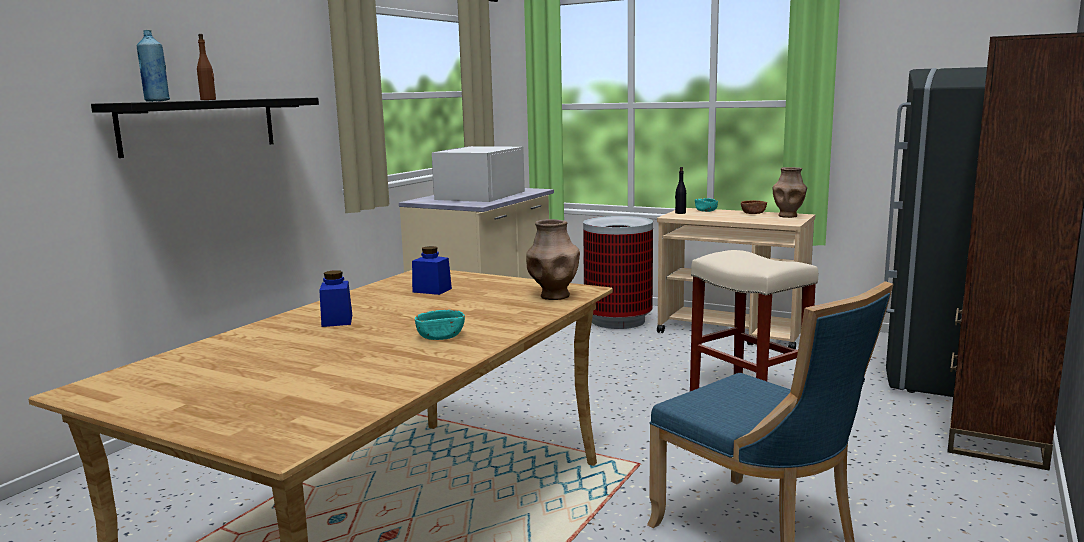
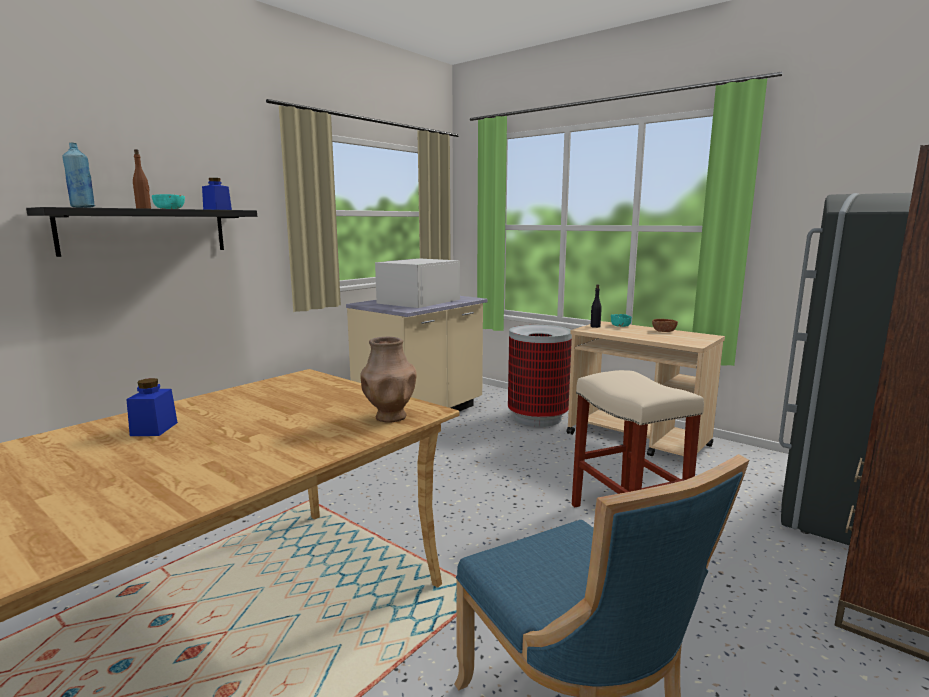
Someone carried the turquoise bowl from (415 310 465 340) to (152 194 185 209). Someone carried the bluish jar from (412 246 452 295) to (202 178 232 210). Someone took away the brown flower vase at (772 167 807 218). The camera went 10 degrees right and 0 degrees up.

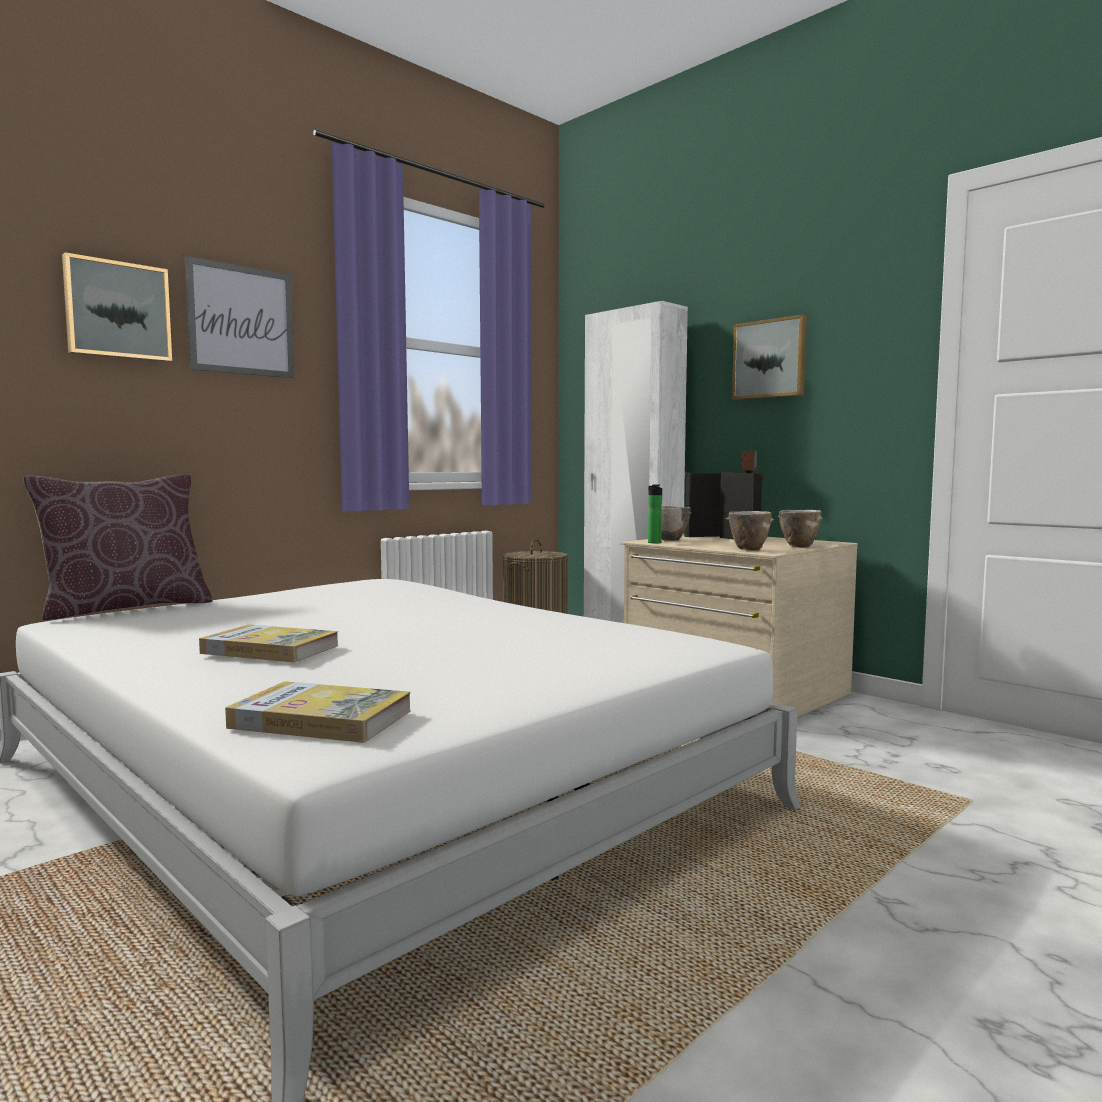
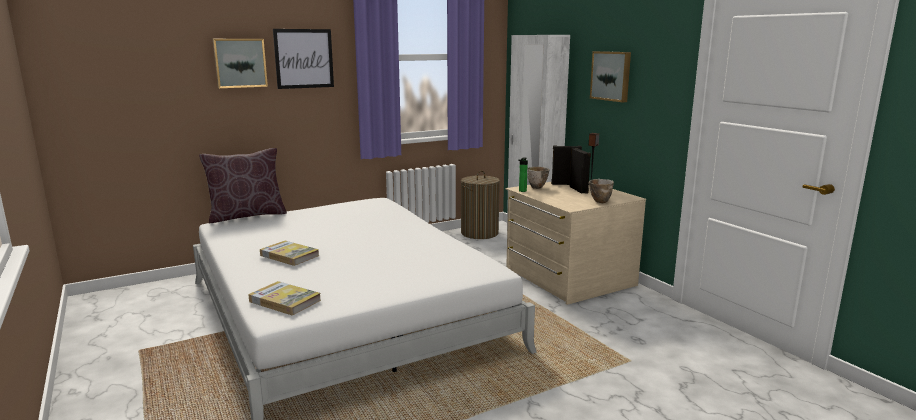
Someone took away the bowl at (726 511 774 550). The camera went 15 degrees right and 10 degrees up.

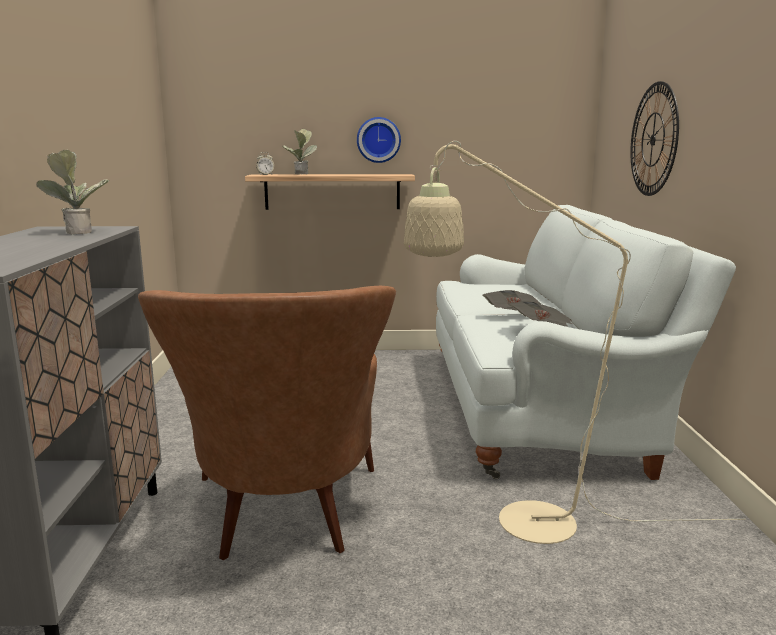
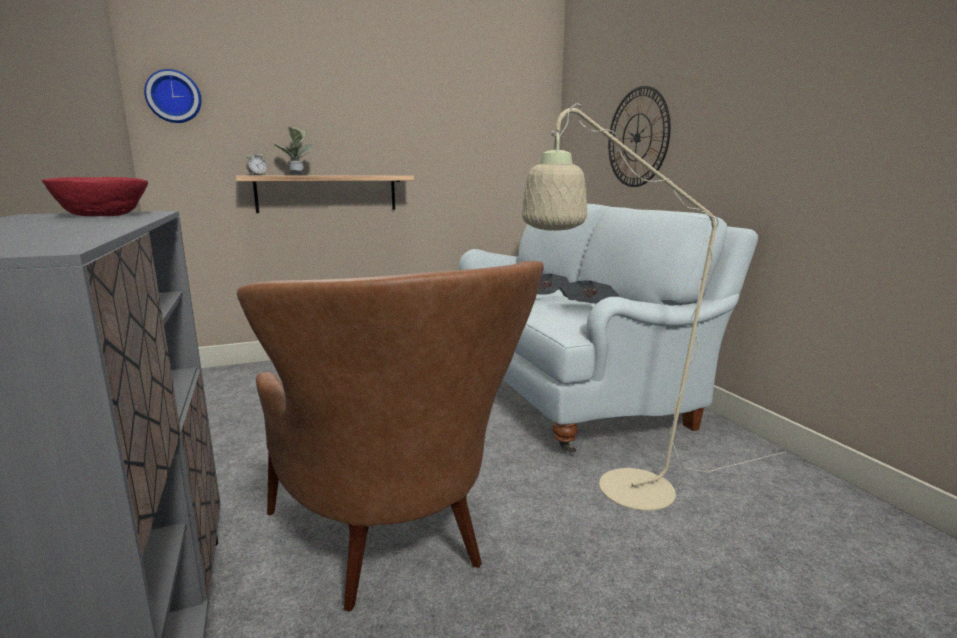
Someone swapped the plant in a pot at (36 150 110 235) for the red bowl at (42 177 148 216). Someone carried the clock on the wall from (357 117 401 163) to (144 69 202 123). The camera went 20 degrees left and 0 degrees up.

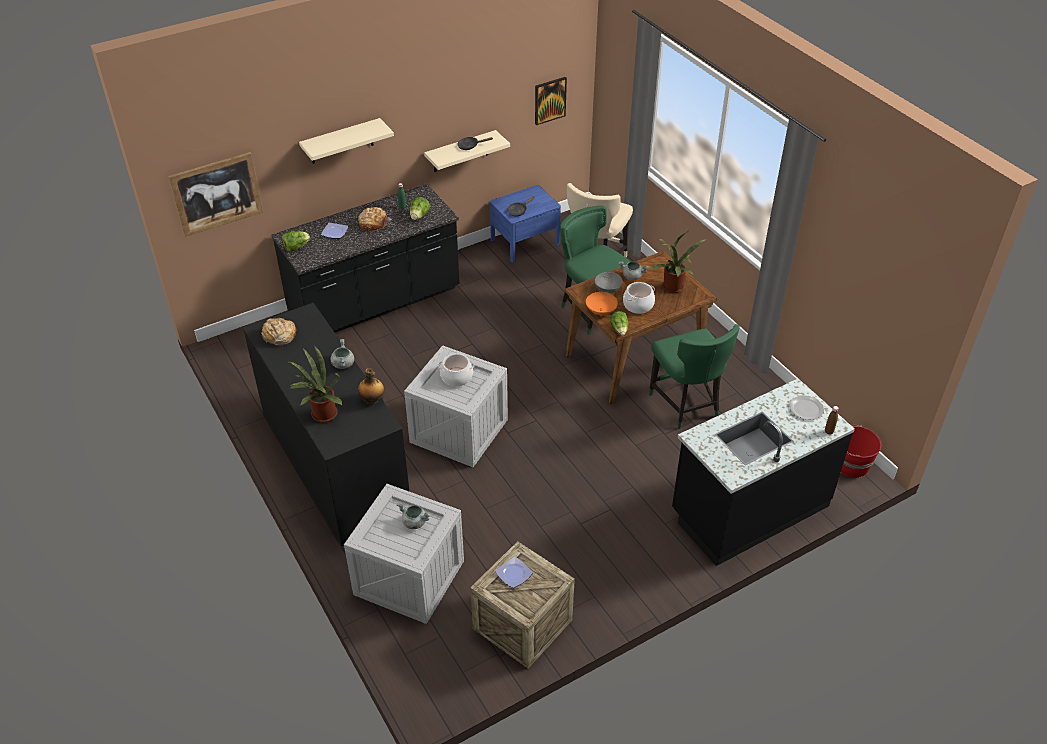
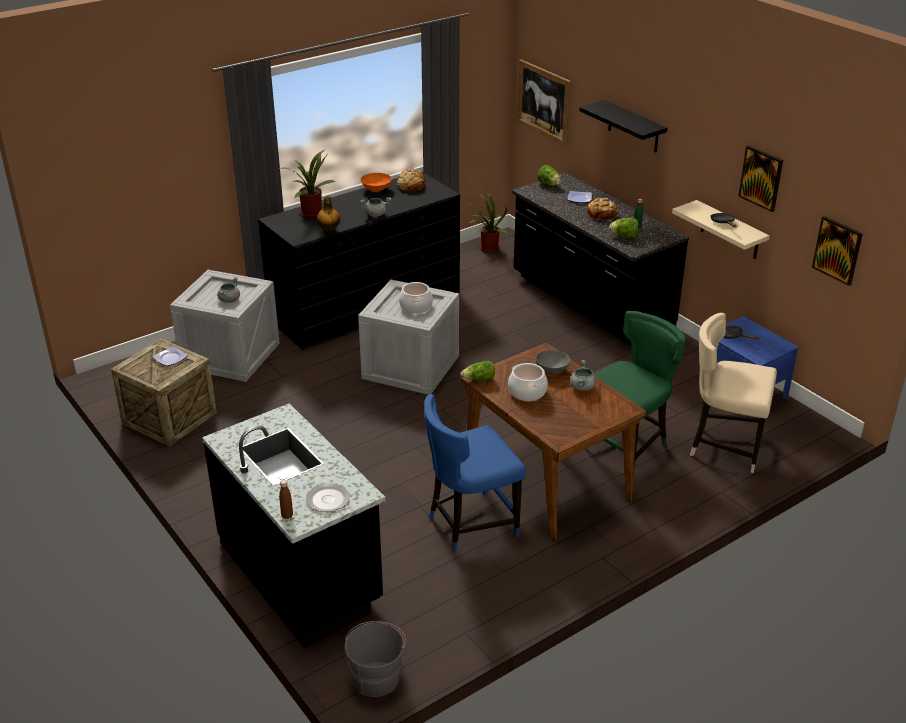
Someone repainted the red water bucket at (841 425 881 478), which became the gray water bucket at (345 621 406 697). Someone carried the orangey bowl from (586 292 618 315) to (361 173 392 192). Someone repainted the greenish chair at (649 324 740 429), which became the bluish chair at (424 394 526 552). Someone carried the plant in a pot from (649 231 707 293) to (467 192 508 252). Someone repainted the beige wall shelf at (299 118 394 164), which became the black-coloured wall shelf at (579 100 667 152). Someone put up the wall picture at (738 145 783 212). The camera went 85 degrees right and 10 degrees down.

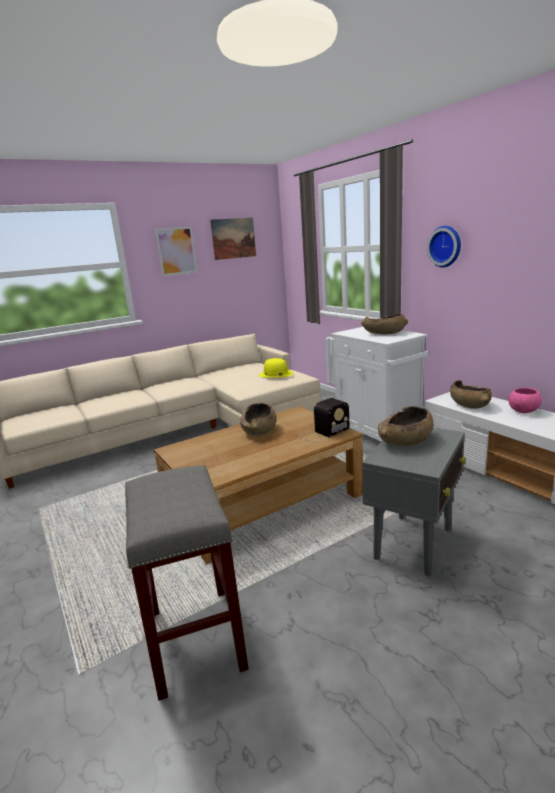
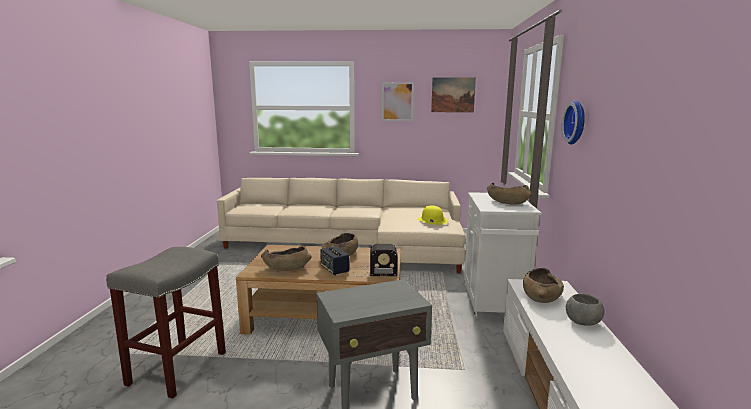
Someone carried the brown bowl from (378 406 434 446) to (261 246 312 271). Someone put down the speaker at (320 246 349 275). Someone repainted the pink bowl at (509 388 542 413), which became the gray bowl at (566 294 604 326). The camera went 35 degrees right and 5 degrees down.

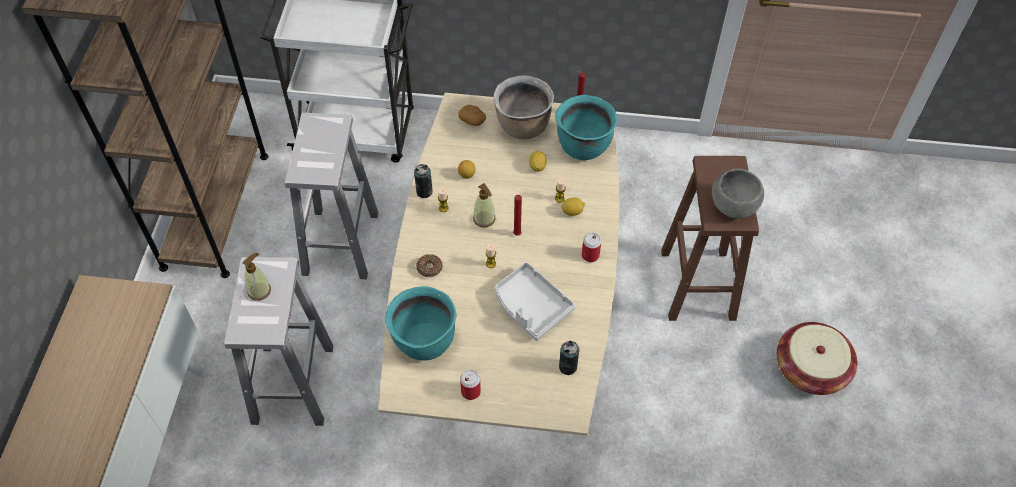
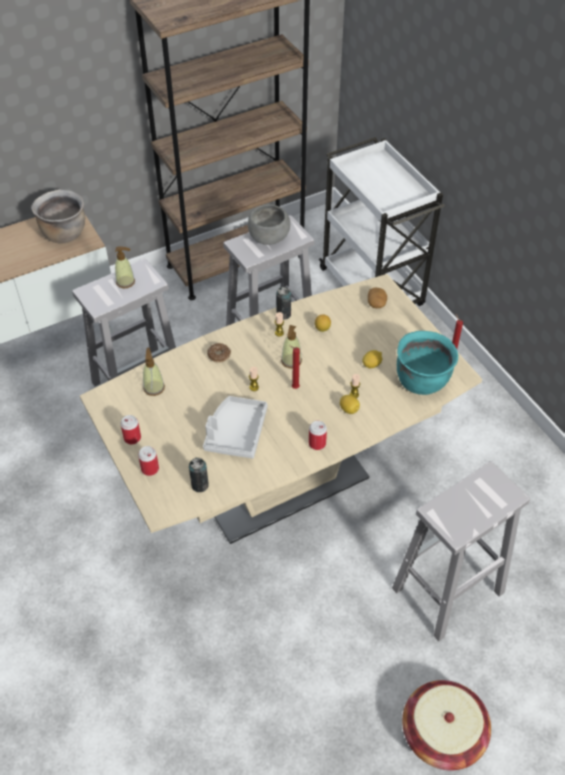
Someone carried the brown saucepot from (494 75 554 139) to (31 190 85 244). Someone put down the can at (138 446 159 476). Someone swapped the turquoise saucepot at (385 286 457 361) for the liquid soap bottle at (143 347 165 396). Someone carried the gray bowl from (712 169 764 219) to (248 204 290 245). Someone repainted the brown sitting stool at (661 156 759 321), which became the white-coloured sitting stool at (392 461 530 641). The camera went 55 degrees right and 5 degrees down.

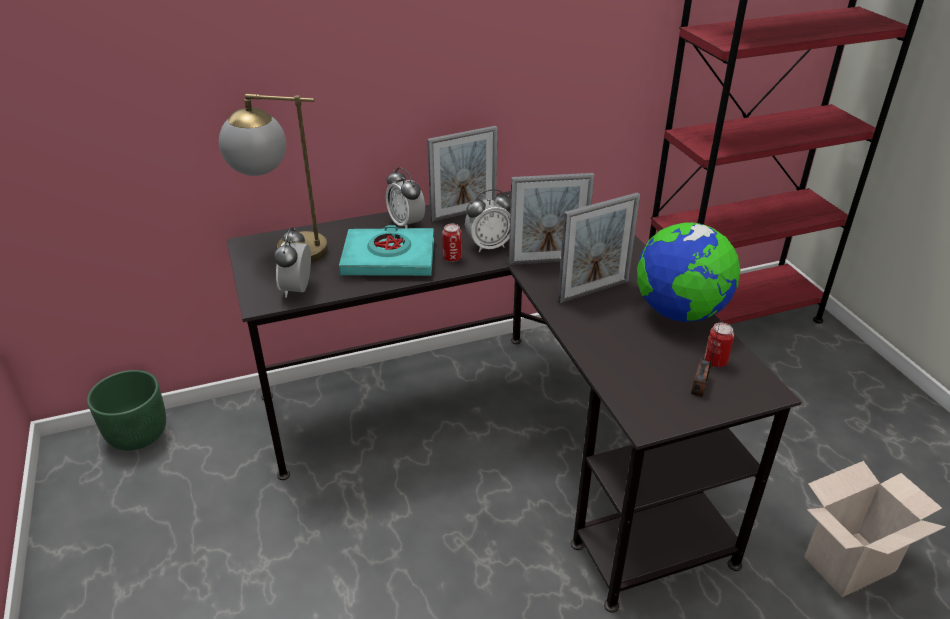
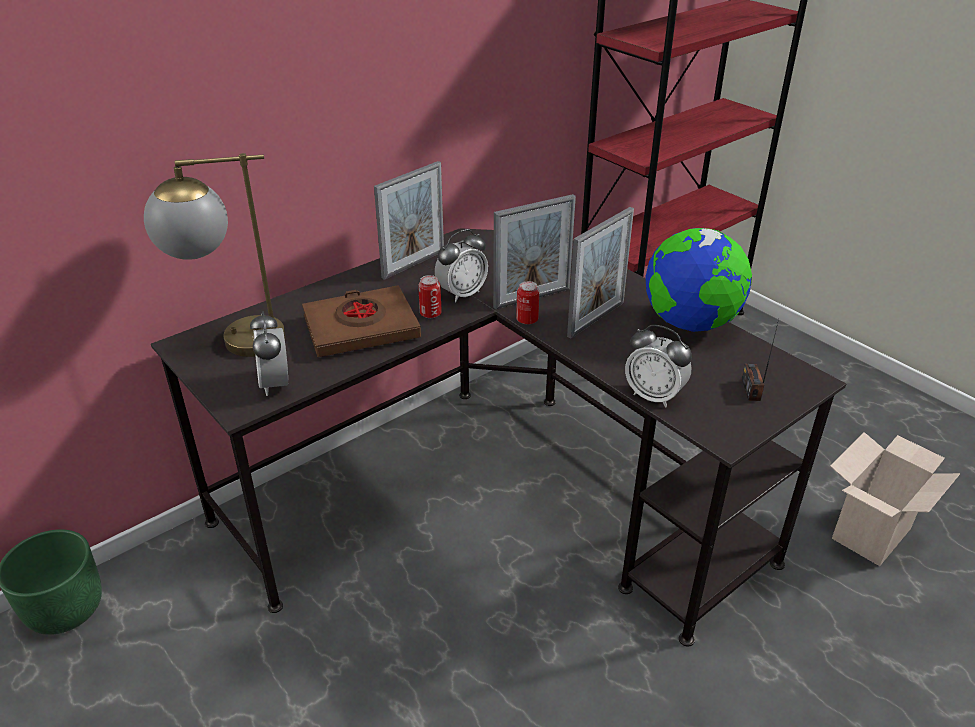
Someone repainted the turquoise book at (339 225 434 276), which became the brown book at (302 285 421 357). Someone carried the can from (704 322 734 367) to (516 281 539 325). Someone carried the bedside clock from (386 167 425 228) to (625 325 692 408). The camera went 20 degrees left and 0 degrees up.

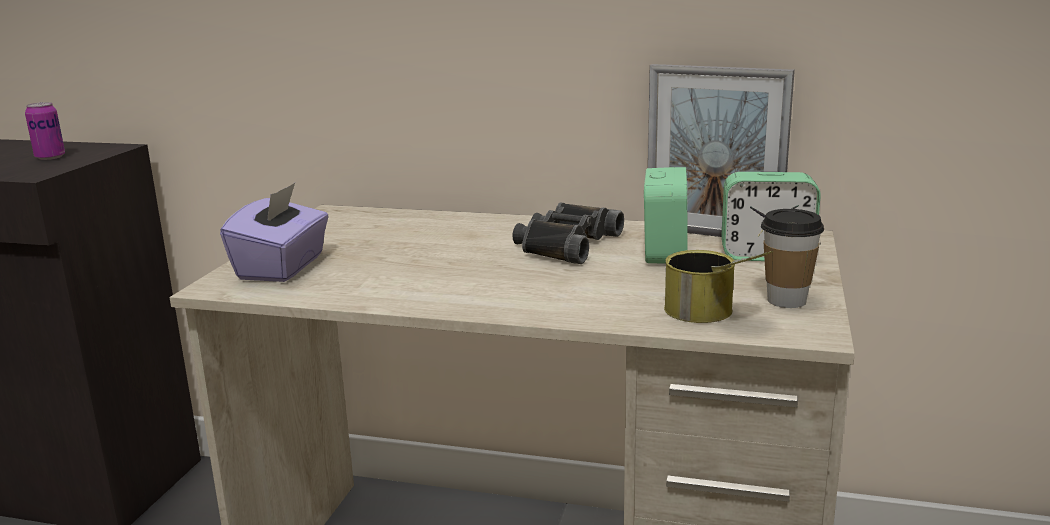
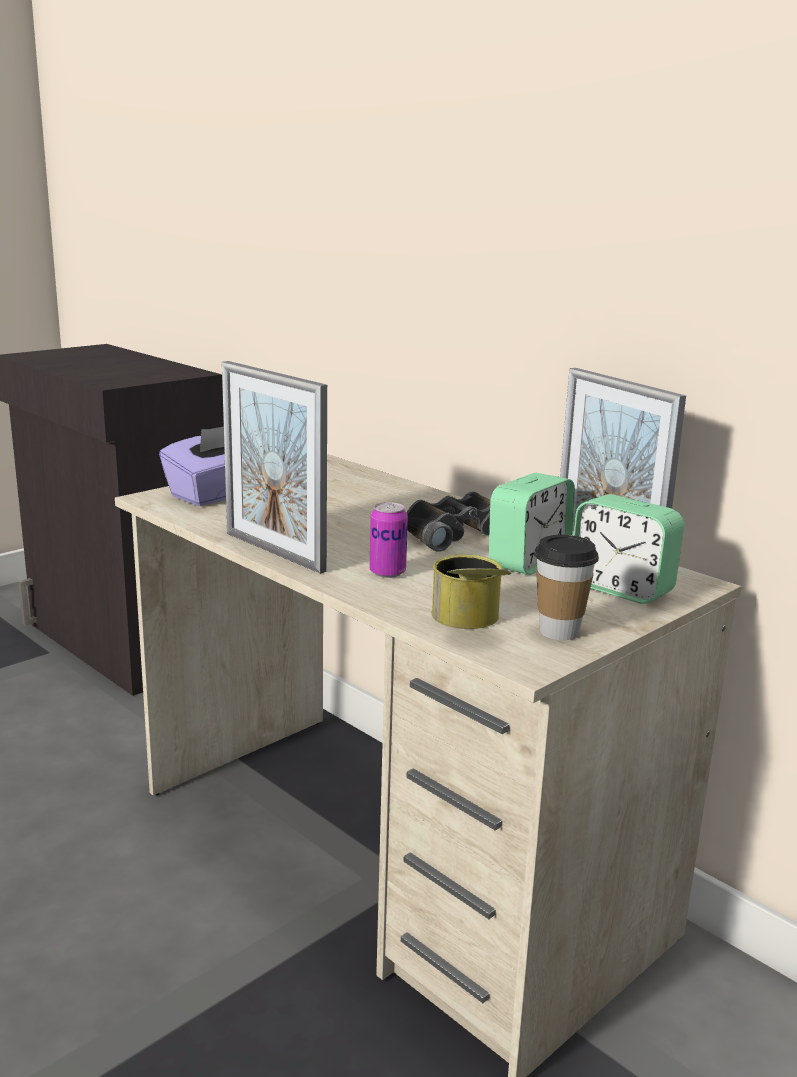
Someone put down the photo frame at (222 361 327 574). Someone carried the can from (25 102 65 160) to (370 502 408 578). The camera went 30 degrees right and 0 degrees up.

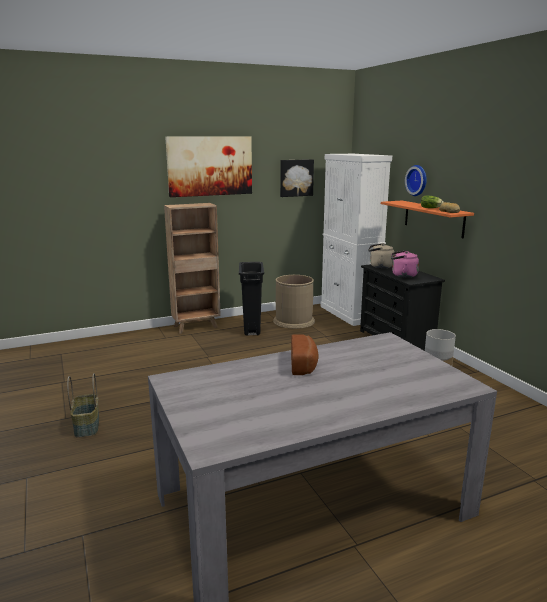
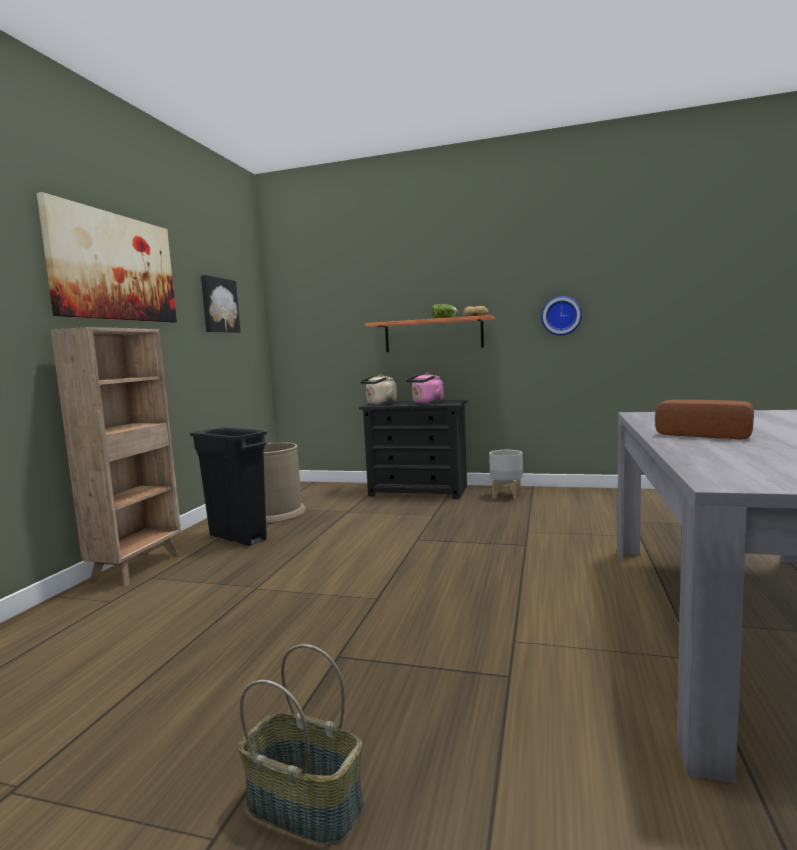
Someone carried the clock on the wall from (405 165 427 196) to (541 296 582 336). Someone took away the white-coloured cupboard at (320 154 392 326). The camera went 50 degrees left and 10 degrees down.

